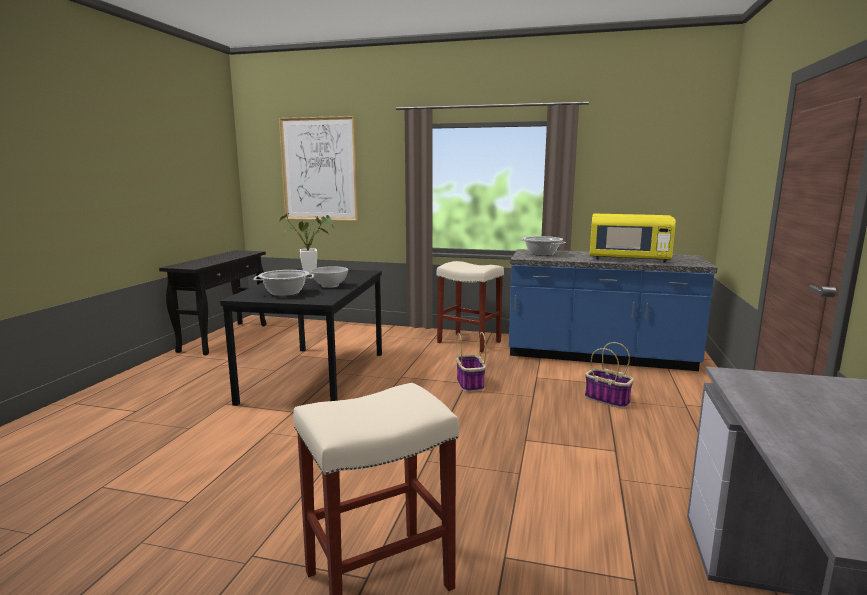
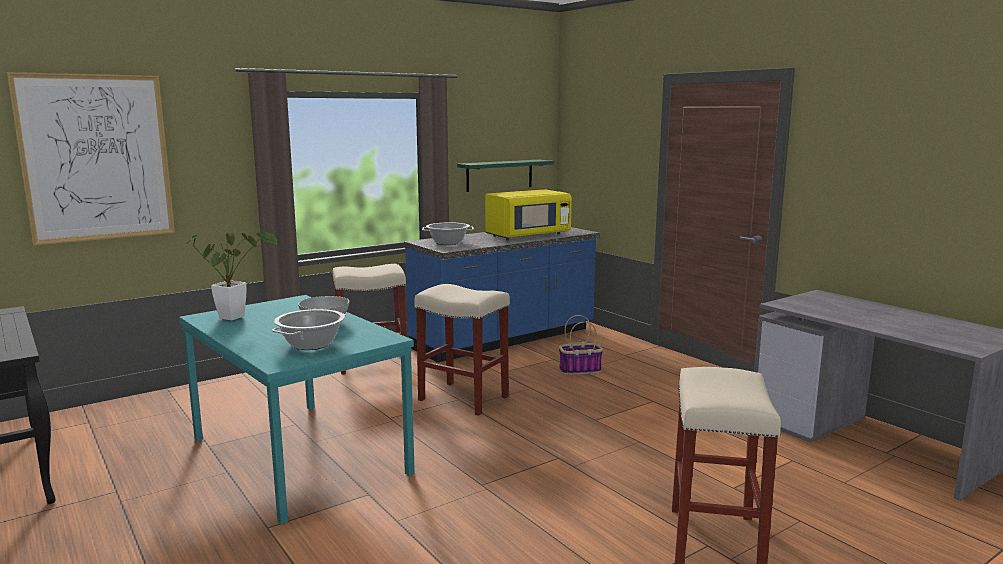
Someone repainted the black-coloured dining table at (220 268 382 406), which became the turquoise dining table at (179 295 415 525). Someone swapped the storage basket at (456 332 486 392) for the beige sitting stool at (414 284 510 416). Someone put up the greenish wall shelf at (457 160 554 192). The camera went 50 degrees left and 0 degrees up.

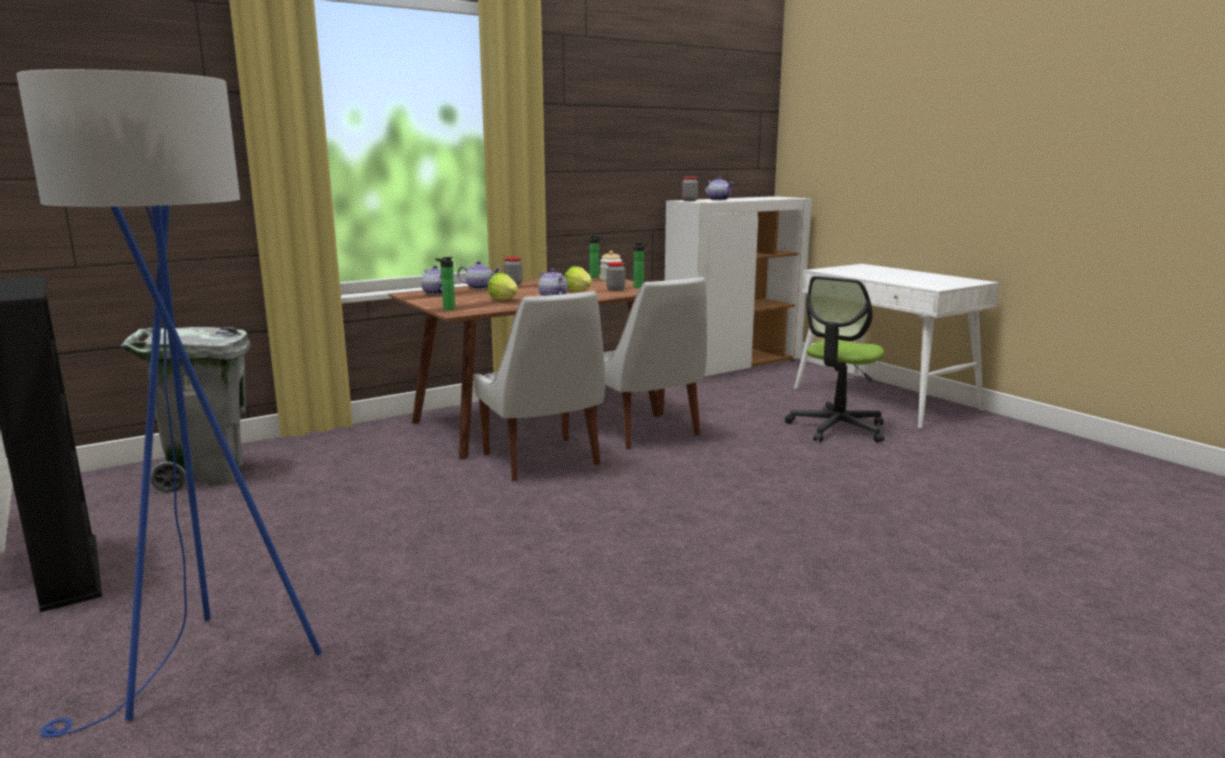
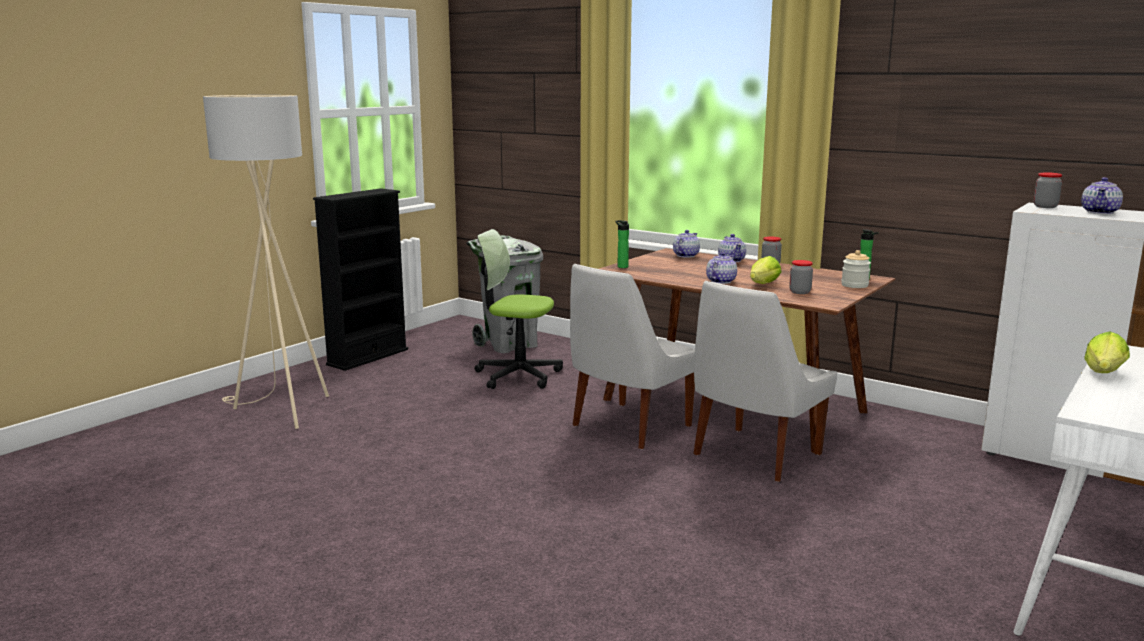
Someone repainted the bluish floor lamp at (16 69 322 737), which became the beige floor lamp at (203 95 329 429). Someone carried the desk chair from (785 276 885 443) to (475 229 563 389). Someone carried the lettuce from (488 273 518 300) to (1084 331 1130 373). Someone took away the bottle at (633 242 648 288). The camera went 70 degrees right and 0 degrees up.

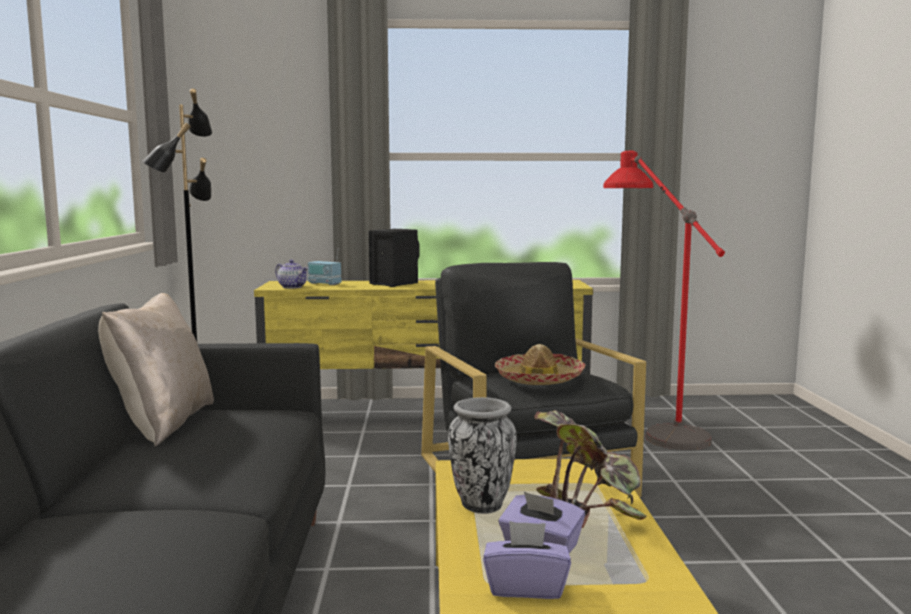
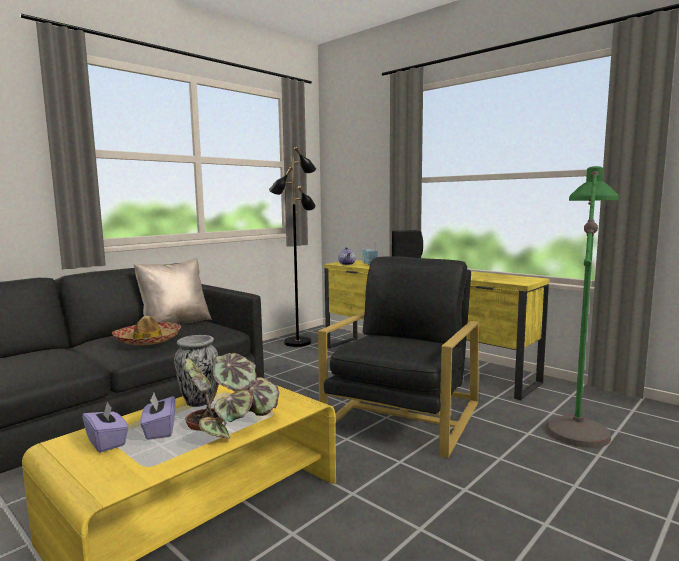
Someone carried the clothing hat from (495 344 585 385) to (112 316 181 345). Someone repainted the red floor lamp at (603 151 725 450), which became the greenish floor lamp at (545 166 619 448). The camera went 45 degrees right and 0 degrees up.

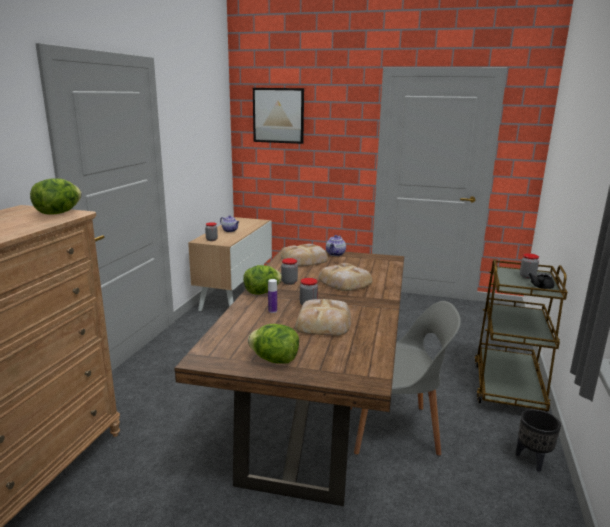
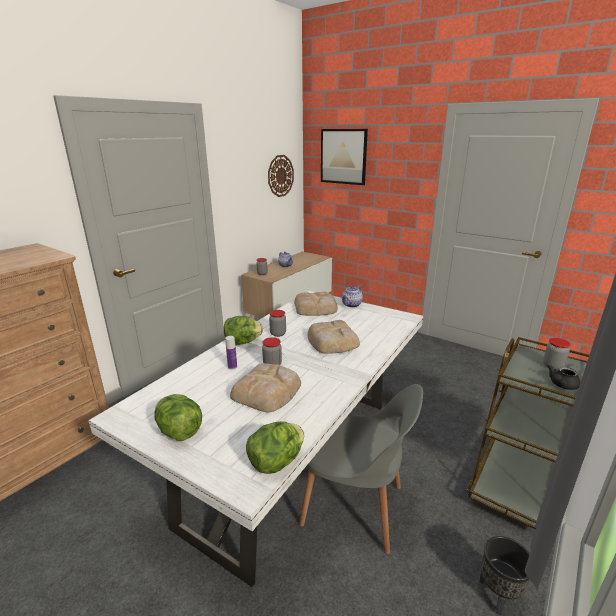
Someone repainted the brown dining table at (174 247 404 506), which became the white-coloured dining table at (88 290 423 587). Someone carried the lettuce from (30 178 82 215) to (246 421 304 474). Someone put up the clock on the wall at (268 155 294 197). The camera went 20 degrees right and 5 degrees up.

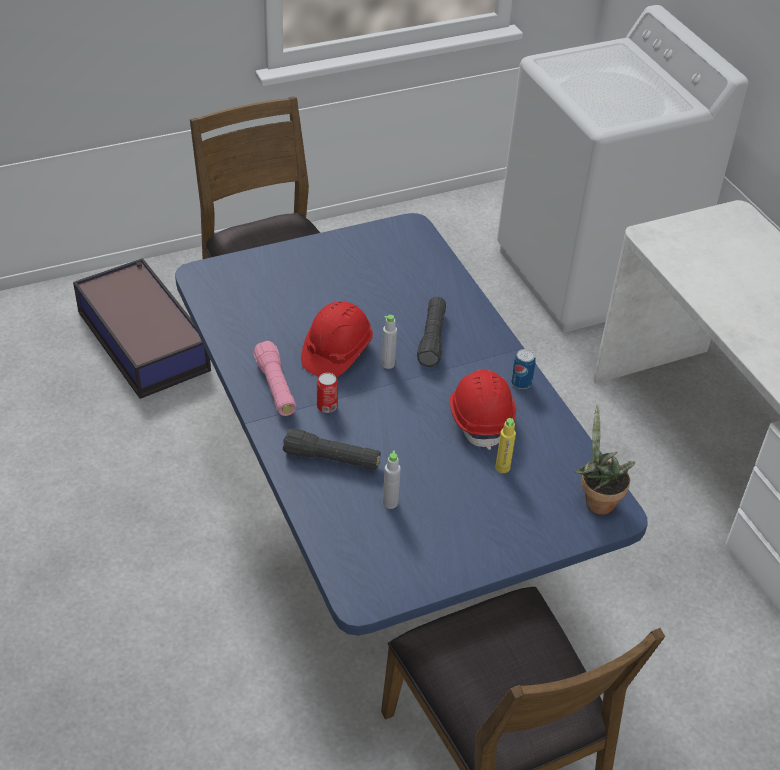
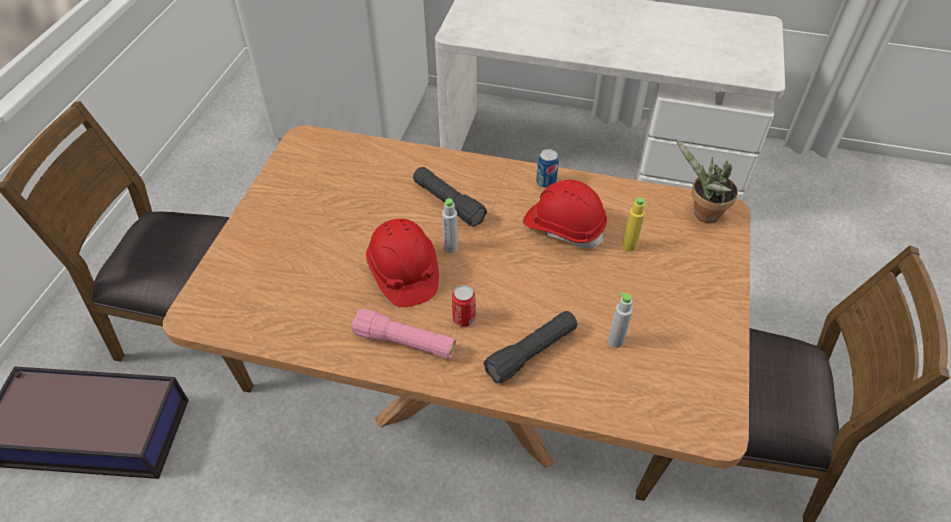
Someone repainted the bluish dining table at (175 213 647 636), which became the brown dining table at (163 125 750 469). The camera went 50 degrees left and 5 degrees up.

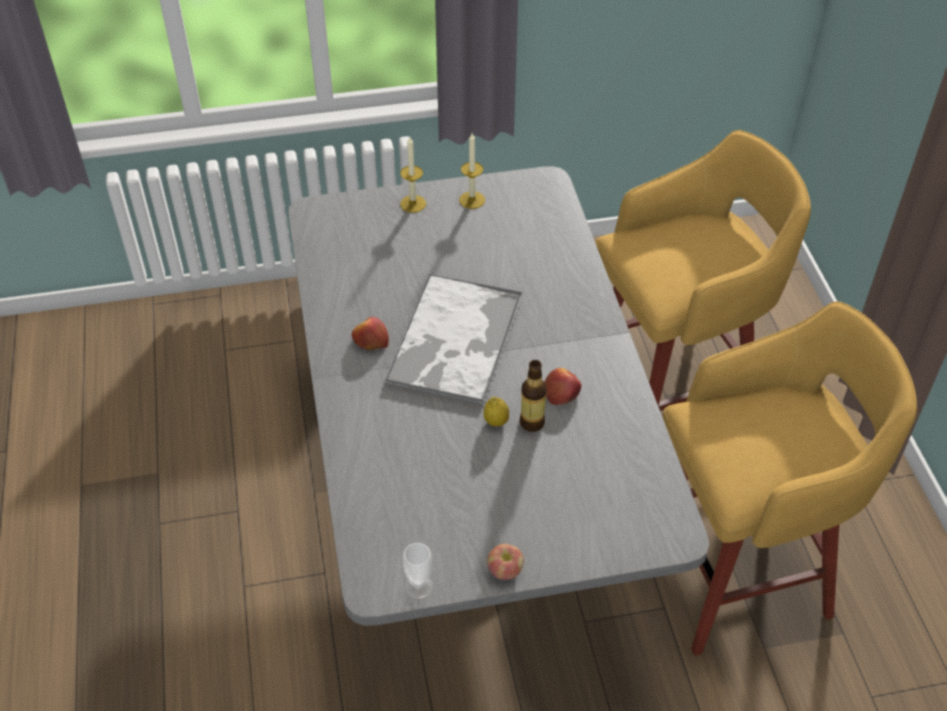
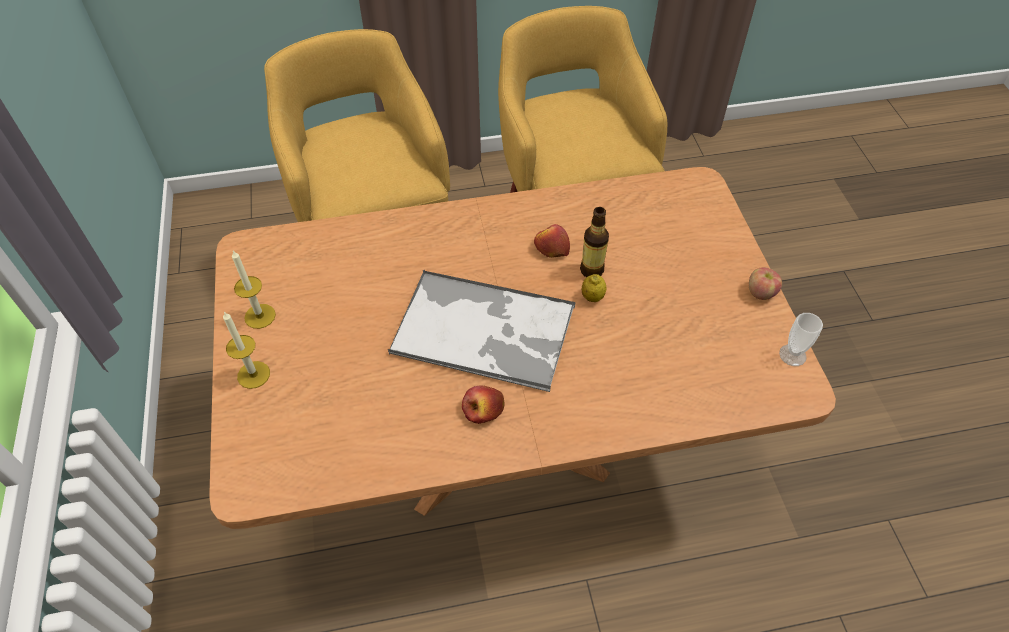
Someone repainted the gray dining table at (288 166 709 626), which became the brown dining table at (209 167 836 529). The camera went 90 degrees left and 5 degrees up.

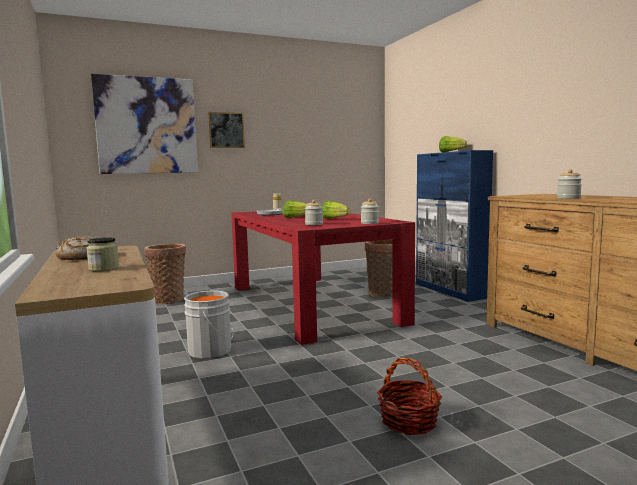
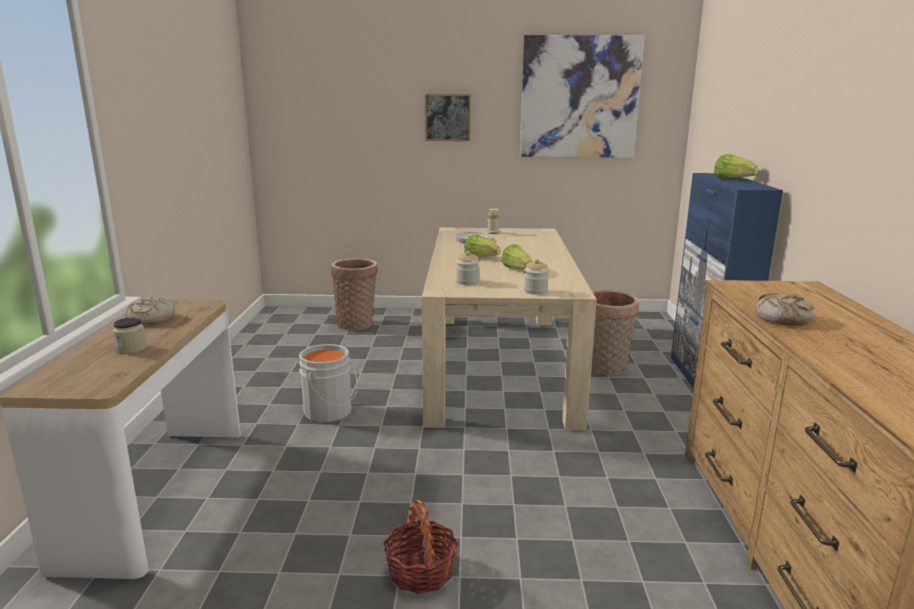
Someone repainted the red dining table at (231 211 415 345), which became the beige dining table at (422 227 597 431). Someone carried the wall picture from (91 74 198 174) to (520 35 644 158). Someone swapped the jar at (557 169 582 199) for the bakery bread at (755 293 815 326). The camera went 25 degrees right and 10 degrees up.

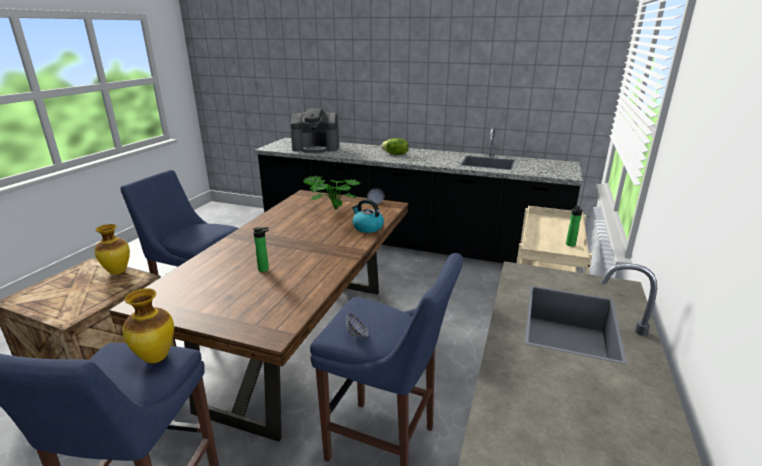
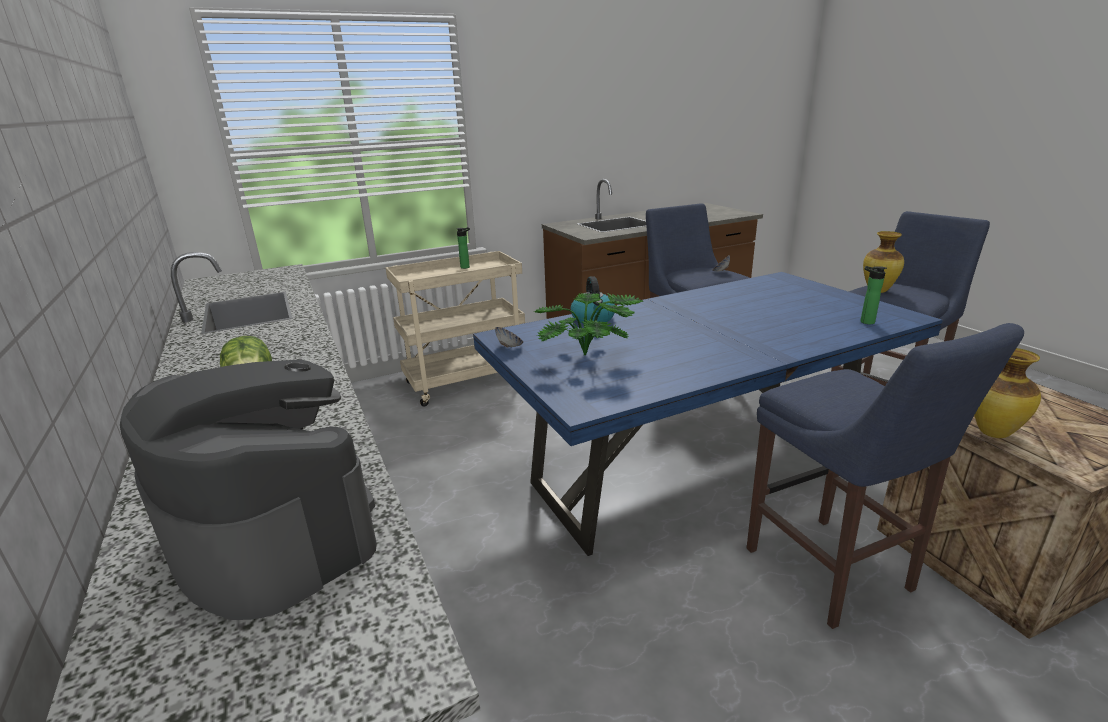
Someone repainted the brown dining table at (109 190 408 442), which became the bluish dining table at (473 272 943 556). Someone carried the bottle from (253 227 269 272) to (860 266 887 324). The camera went 135 degrees left and 0 degrees up.

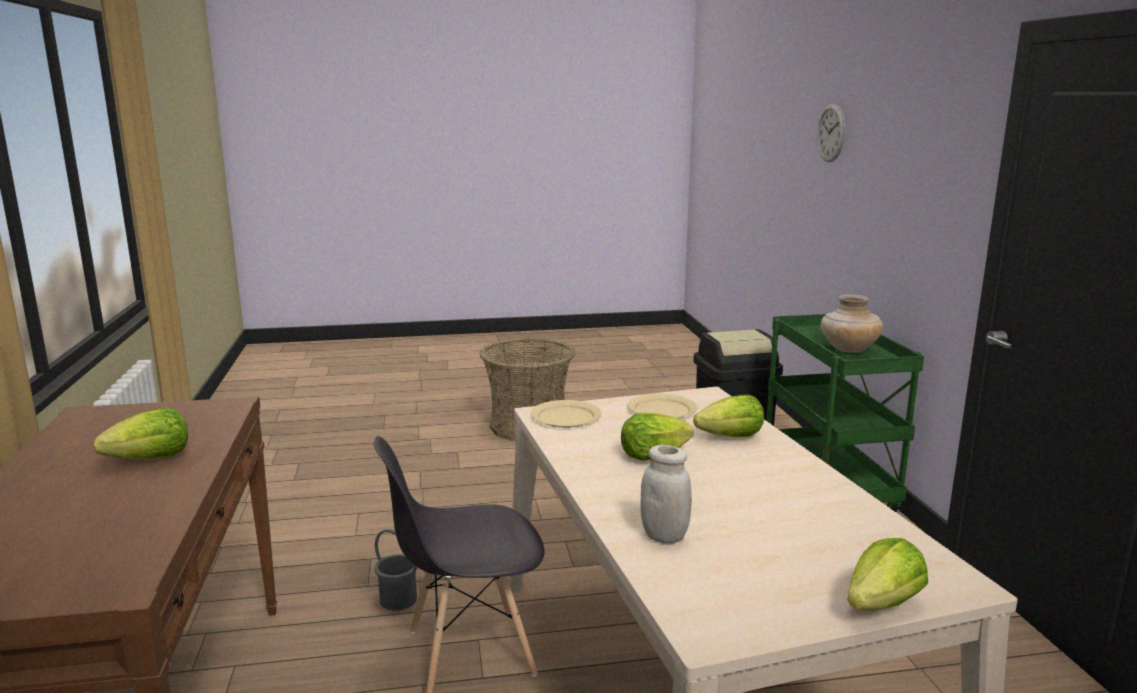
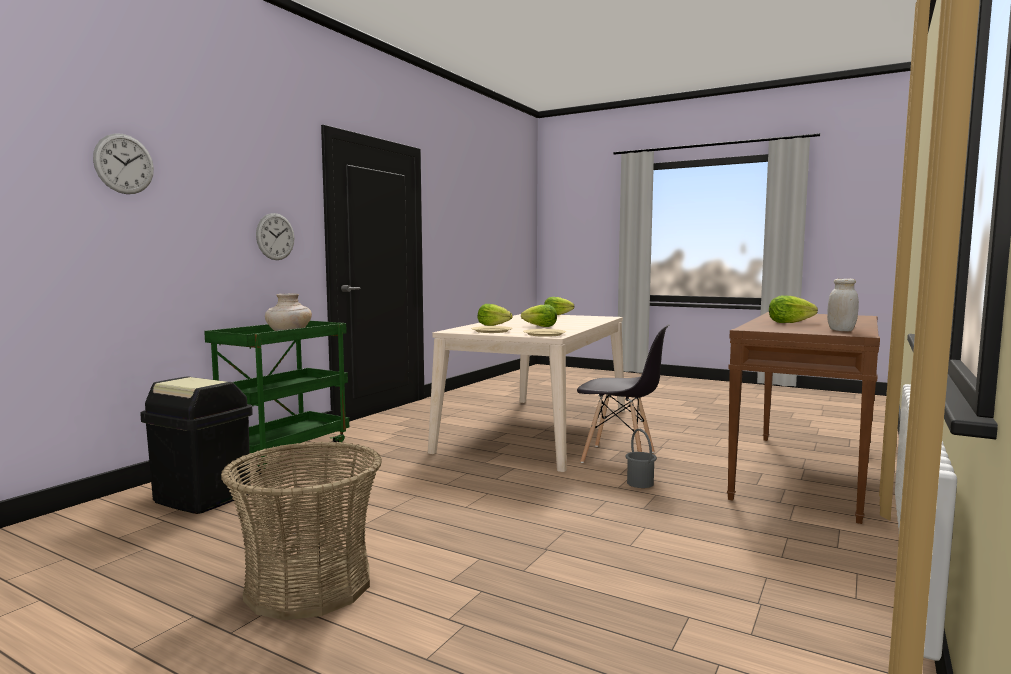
Someone put up the clock on the wall at (256 213 294 260). Someone carried the white-coloured jar from (640 445 692 543) to (827 279 859 331). The camera went 140 degrees left and 10 degrees down.

